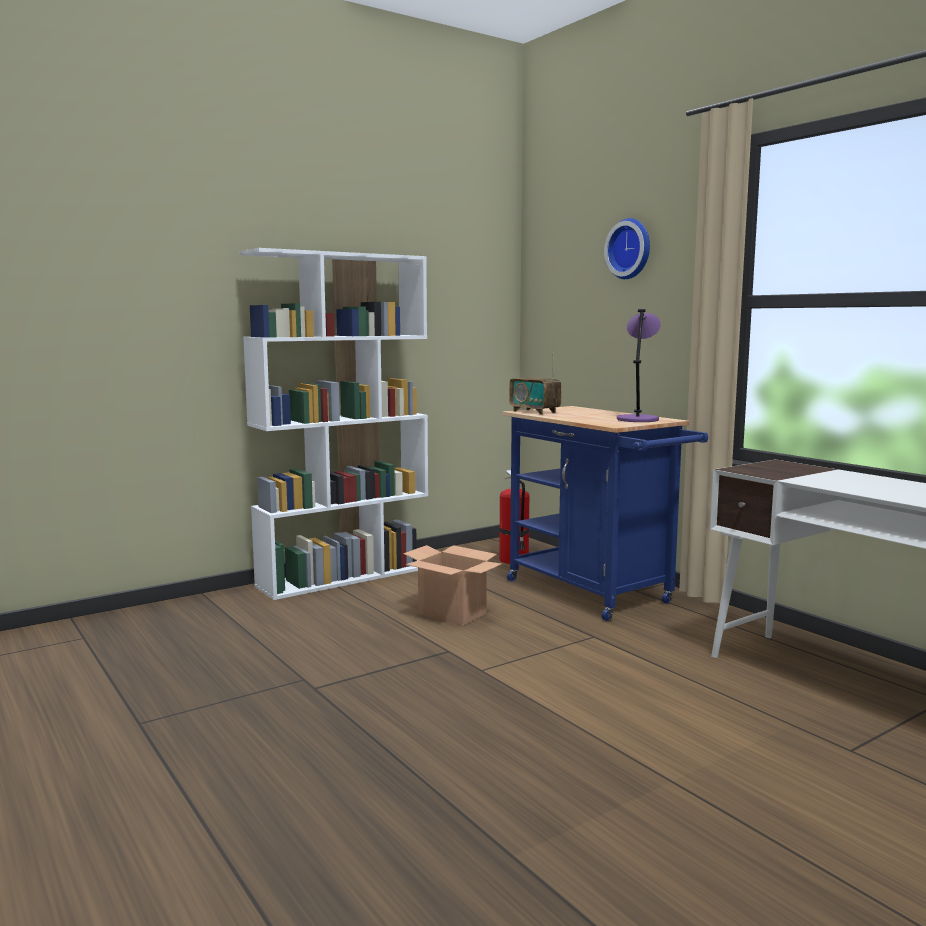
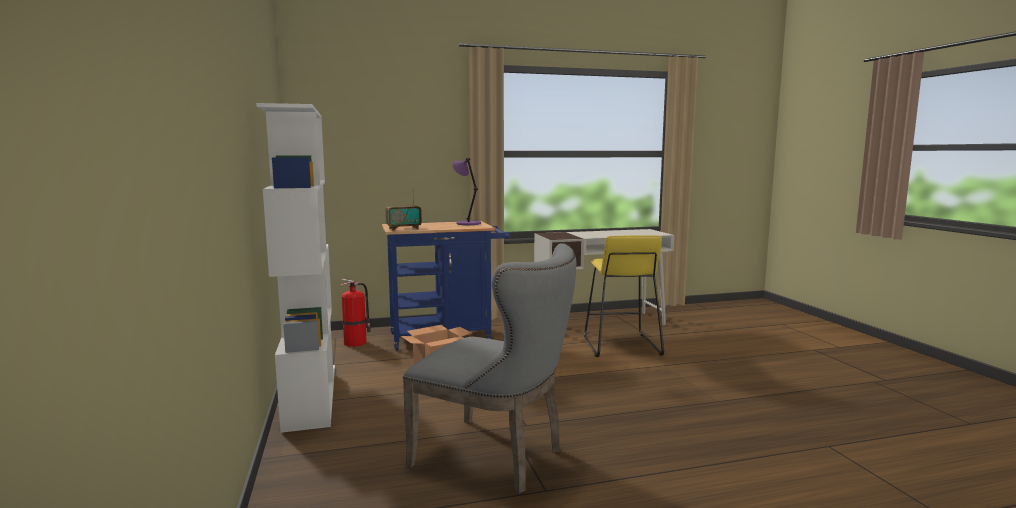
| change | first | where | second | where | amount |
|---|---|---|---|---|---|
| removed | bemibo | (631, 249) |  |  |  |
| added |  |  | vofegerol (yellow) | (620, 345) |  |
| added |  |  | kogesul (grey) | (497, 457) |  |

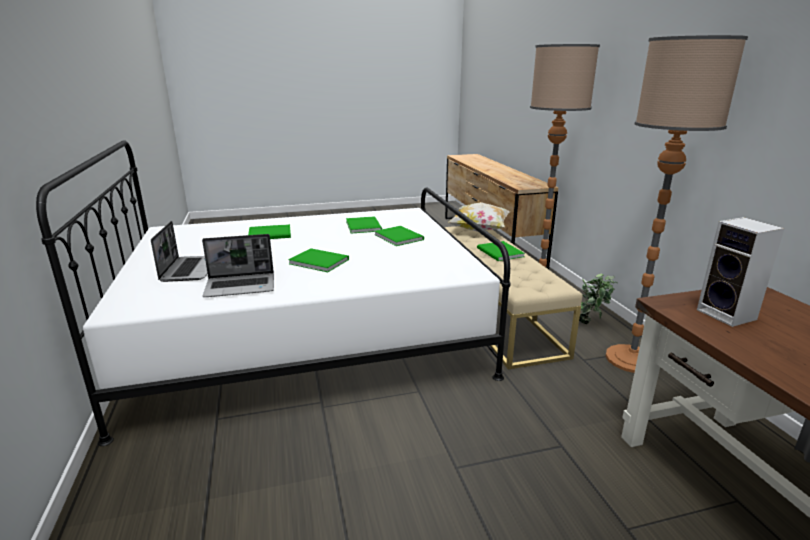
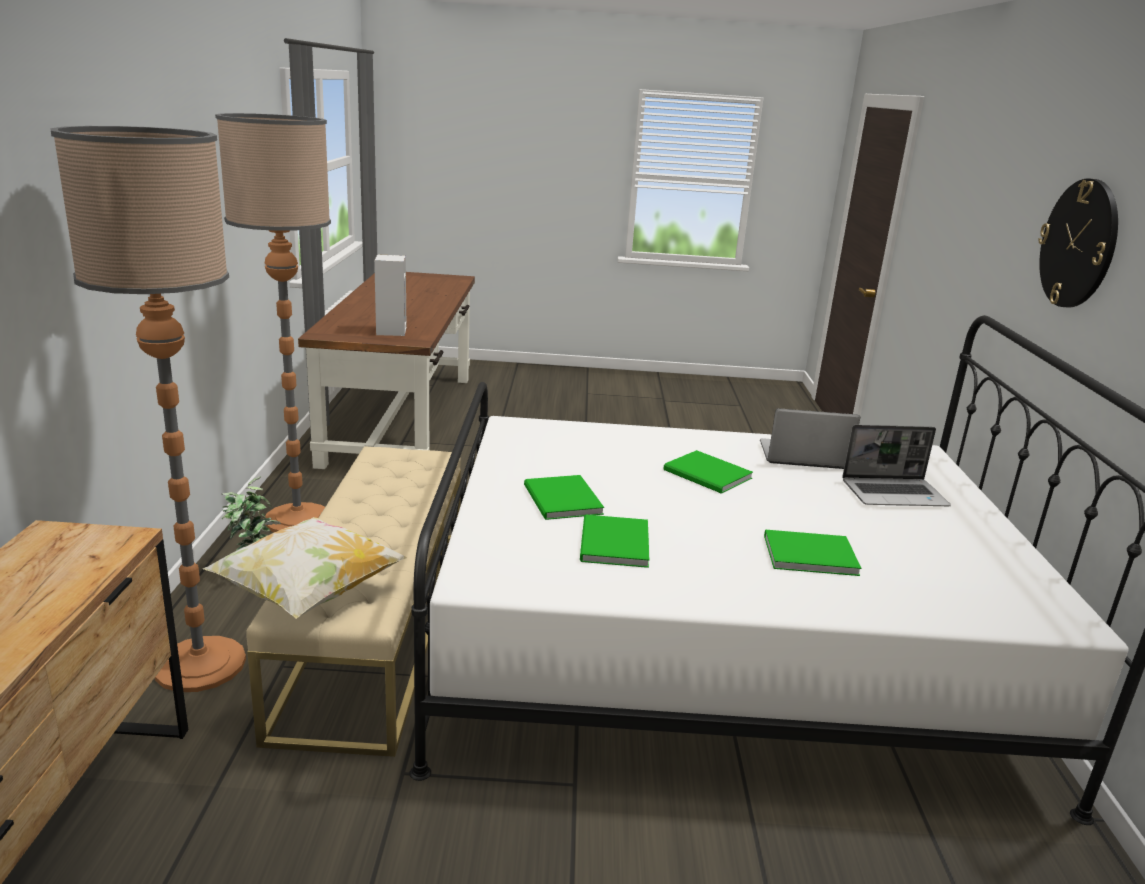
| change | first | where | second | where | amount |
|---|---|---|---|---|---|
| turned | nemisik | (189, 269) |  | (894, 494) | 105 degrees counterclockwise |
| removed | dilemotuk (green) | (500, 253) |  |  |  |
| added |  |  | bemibo | (1079, 244) |  |

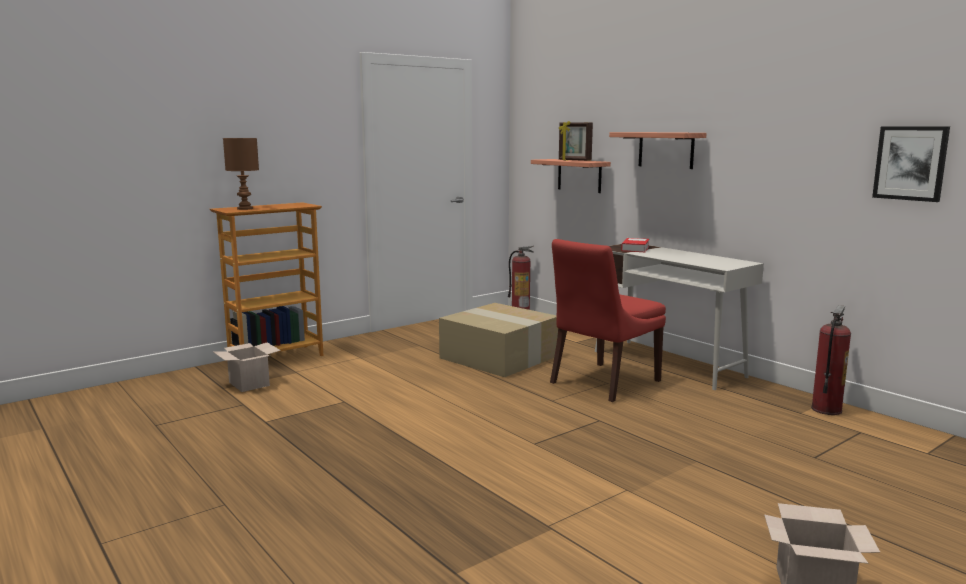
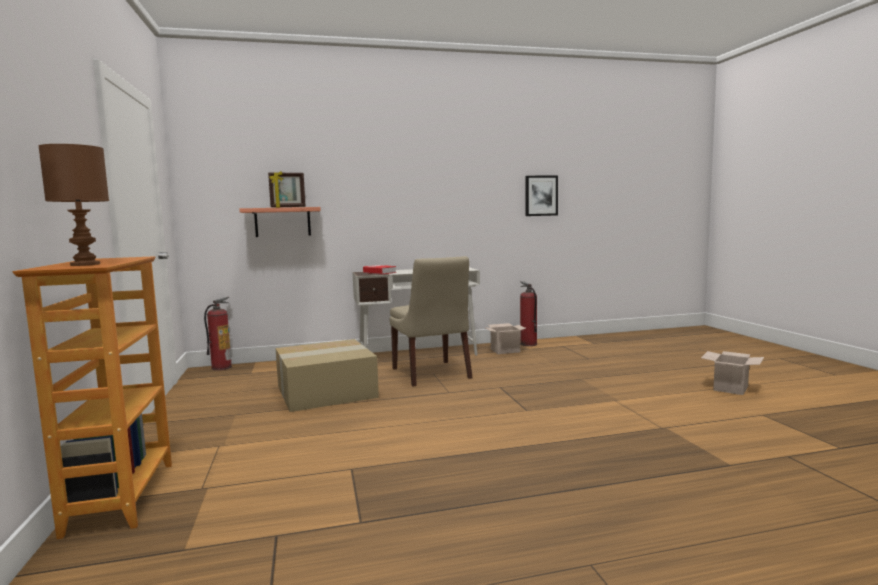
| change | first | where | second | where | amount |
|---|---|---|---|---|---|
| removed | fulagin | (666, 150) |  |  |  |
| recoloured | kogesul (red) | (602, 383) | kogesul (beige) | (432, 374) |  |
| moved | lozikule | (250, 384) |  | (505, 350) |  |

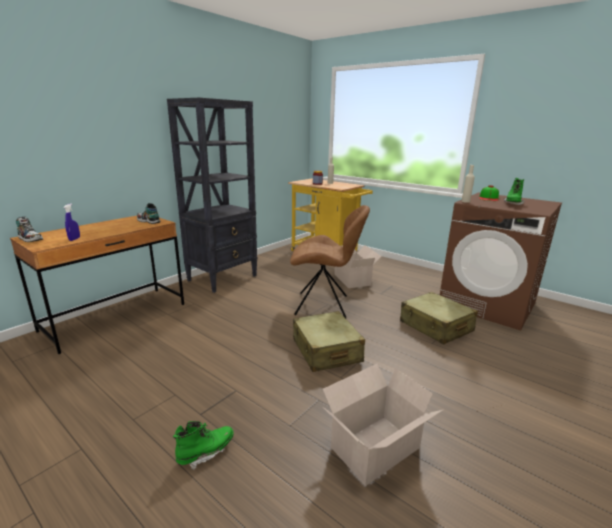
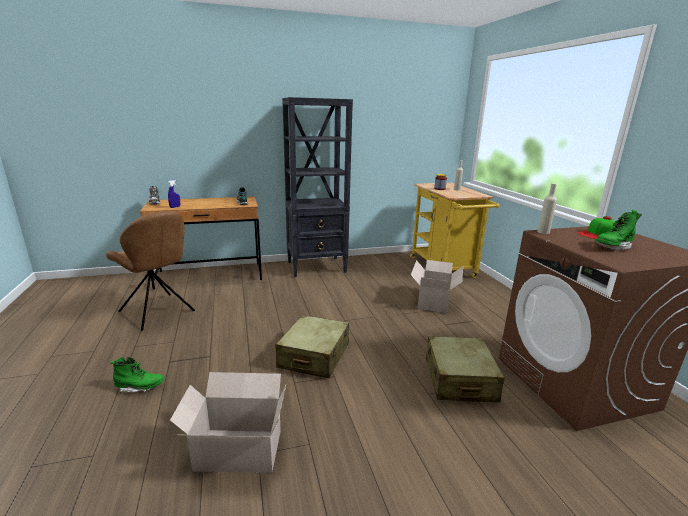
| change | first | where | second | where | amount |
|---|---|---|---|---|---|
| moved | kogesul (brown) | (324, 305) |  | (158, 312) |  |

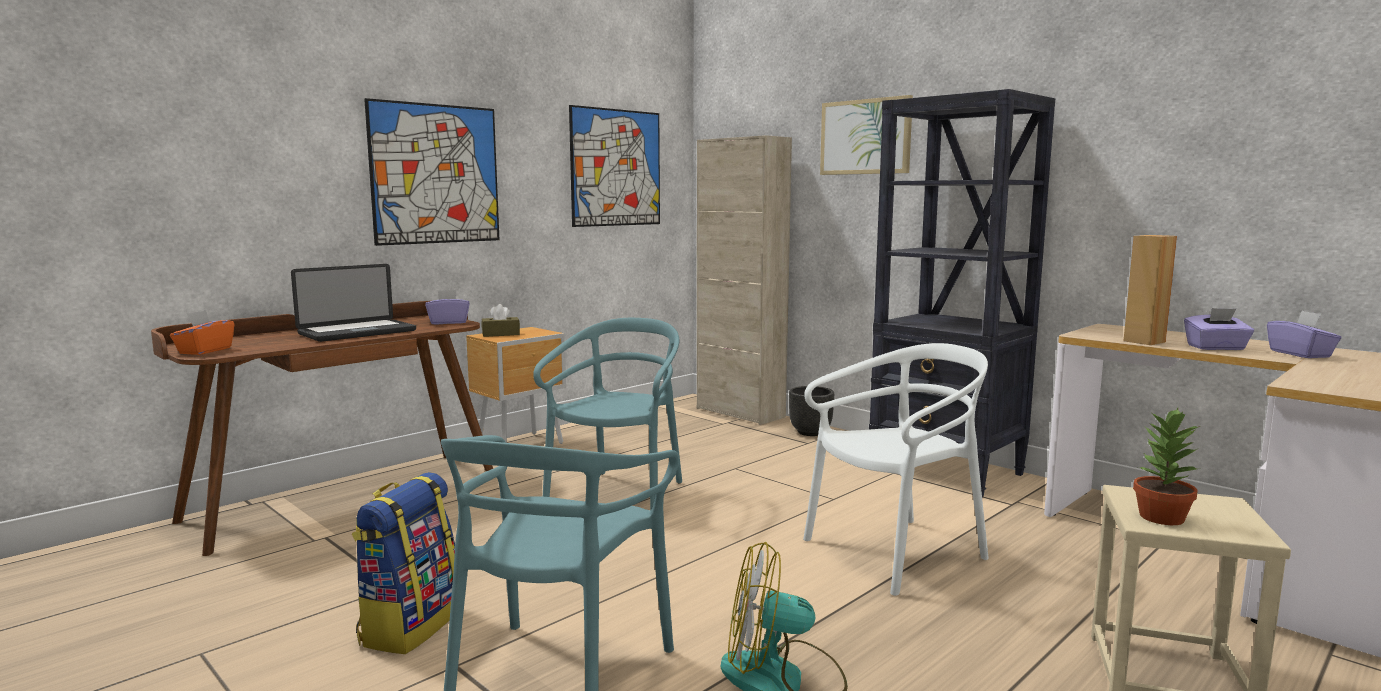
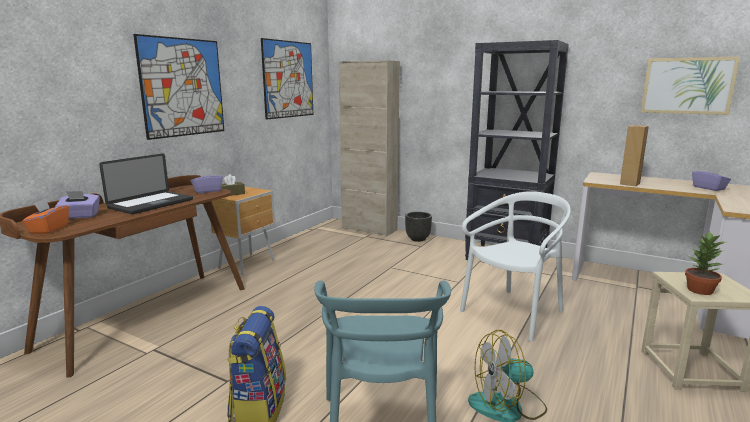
| change | first | where | second | where | amount |
|---|---|---|---|---|---|
| moved | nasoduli | (865, 137) |  | (687, 85) |  |
| moved | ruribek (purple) | (1216, 348) |  | (80, 216) |  |
| removed | kogesul (turquoise) | (619, 496) |  |  |  |

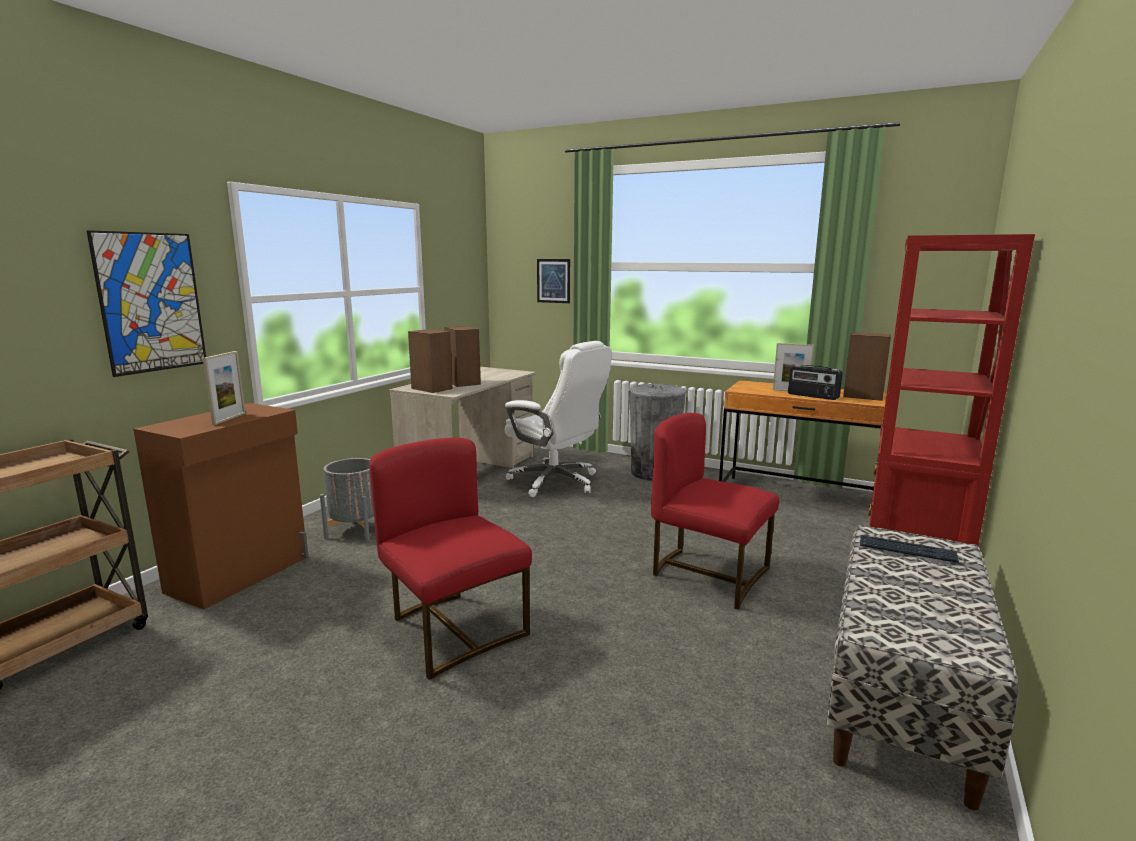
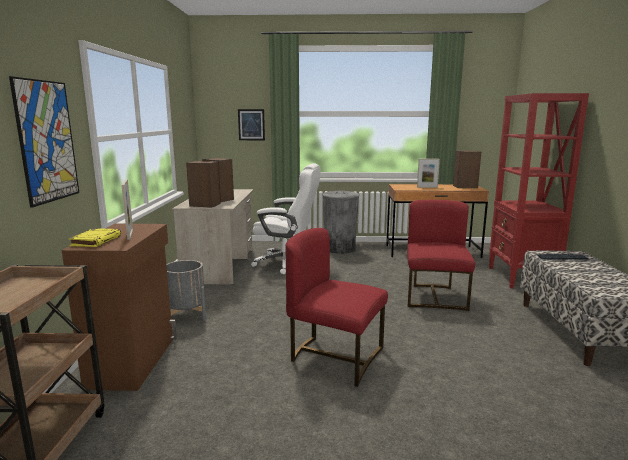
| change | first | where | second | where | amount |
|---|---|---|---|---|---|
| removed | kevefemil | (812, 396) |  |  |  |
| turned | kogesul (red) | (708, 574) |  | (435, 297) | 90 degrees clockwise |
| added |  |  | dilemotuk (yellow) | (96, 241) |  |

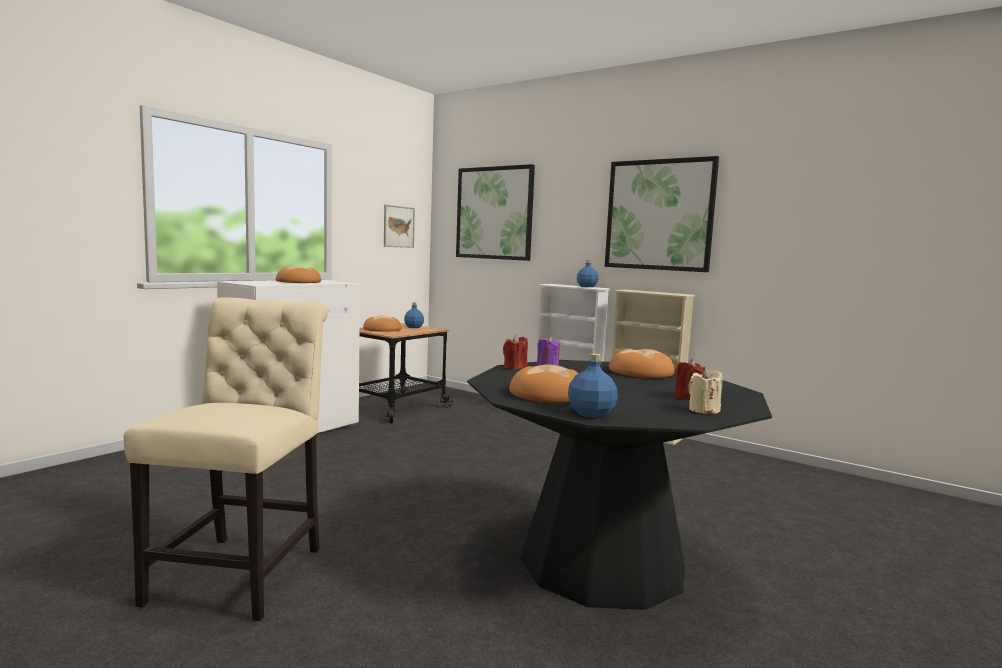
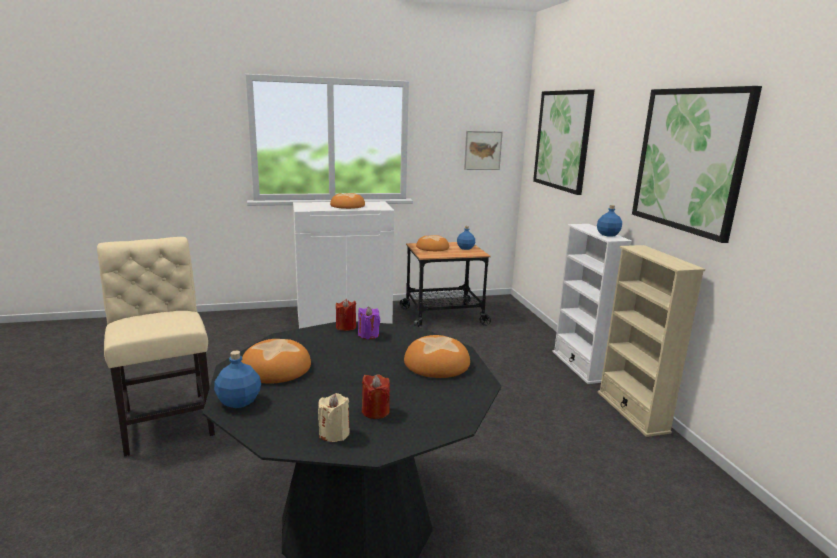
| change | first | where | second | where | amount |
|---|---|---|---|---|---|
| turned | kogesul (beige) | (243, 571) |  | (167, 419) | 75 degrees counterclockwise |

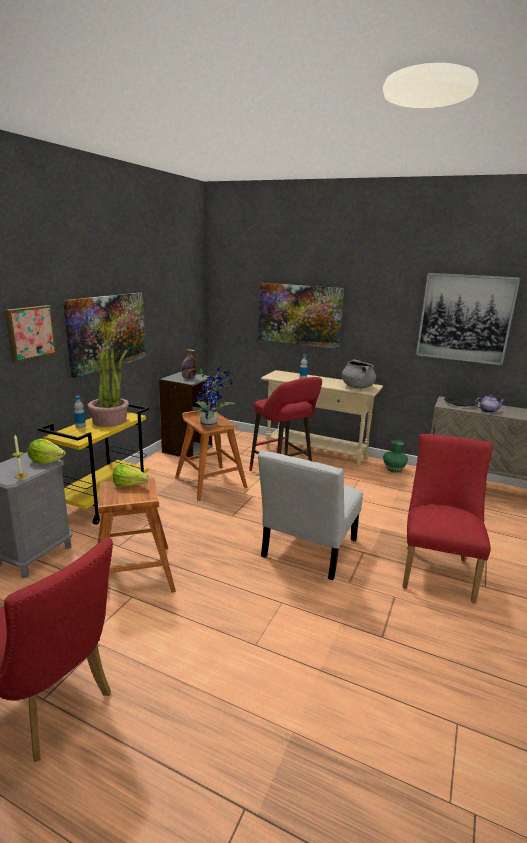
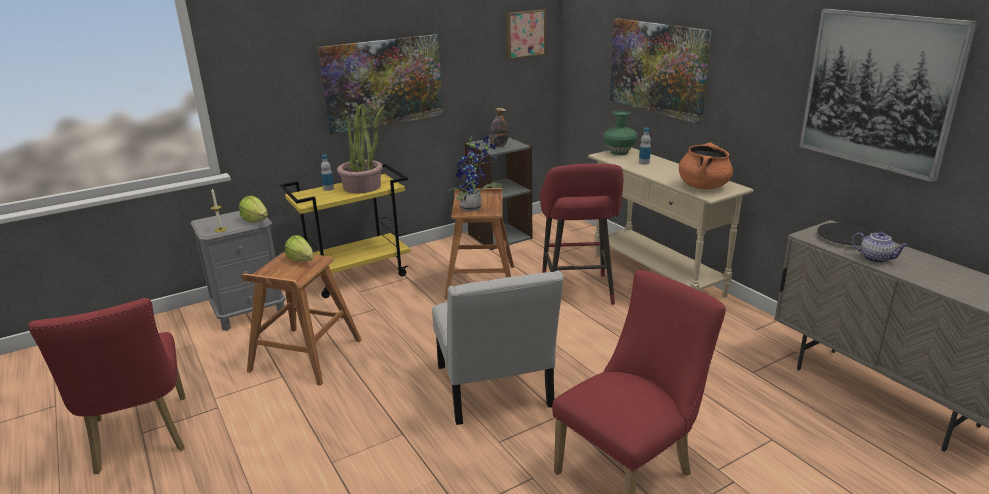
| change | first | where | second | where | amount |
|---|---|---|---|---|---|
| moved | nasoduli | (29, 332) |  | (524, 33) |  |
| recoloured | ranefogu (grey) | (357, 387) | ranefogu (orange) | (703, 186) |  |
| moved | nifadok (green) | (393, 469) |  | (619, 152) |  |
| turned | kogesul (white) | (307, 551) |  | (494, 391) | 75 degrees counterclockwise |

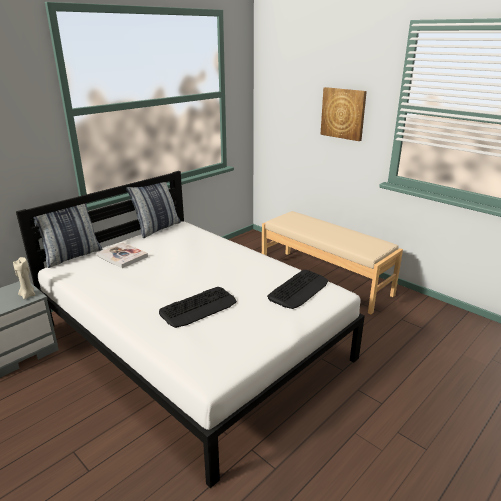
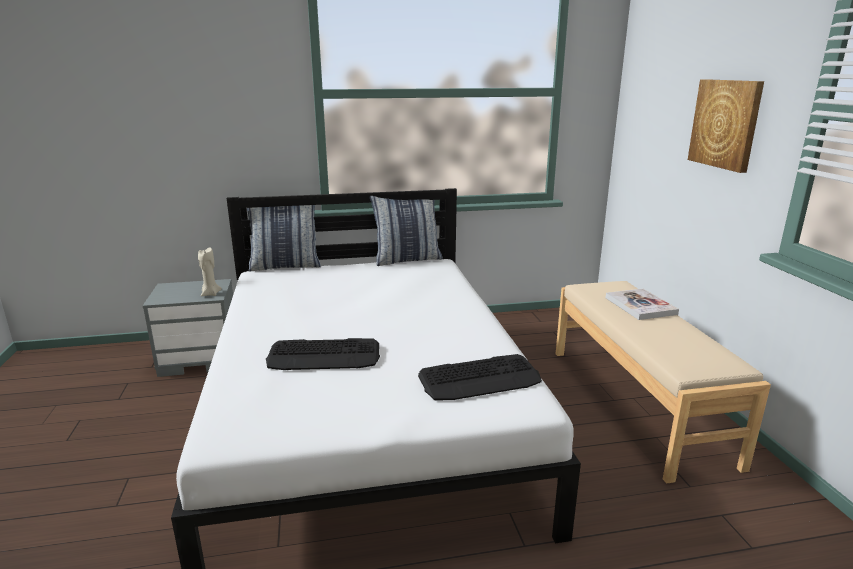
| change | first | where | second | where | amount |
|---|---|---|---|---|---|
| moved | dilemotuk | (122, 256) |  | (640, 306) |  |

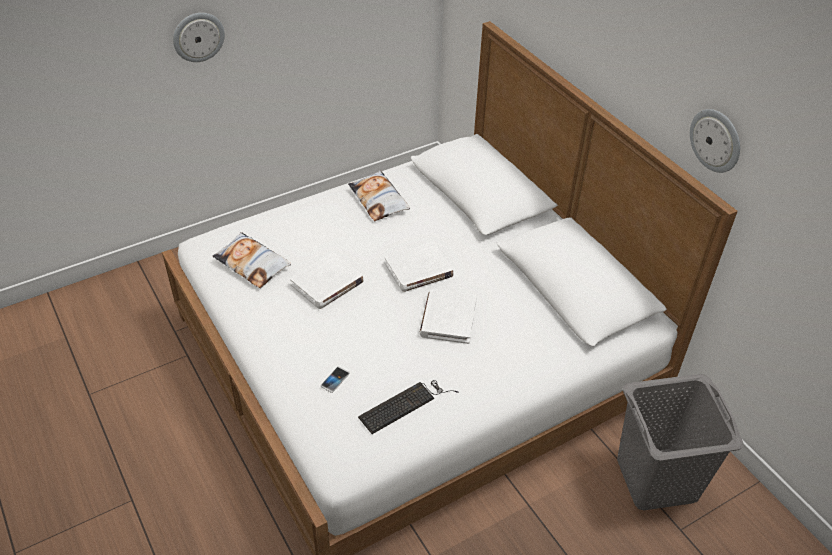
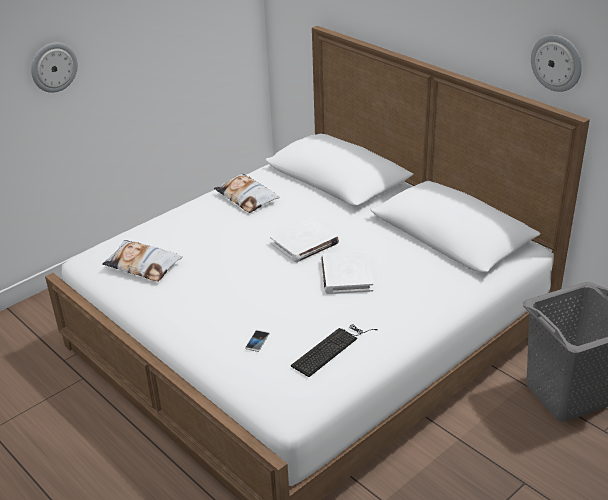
| change | first | where | second | where | amount |
|---|---|---|---|---|---|
| removed | dilemotuk (white) | (327, 284) |  |  |  |

